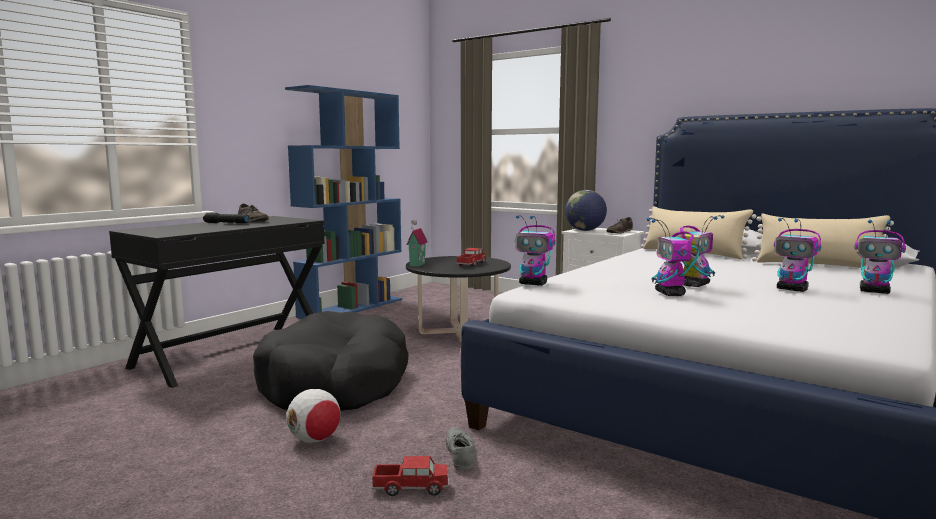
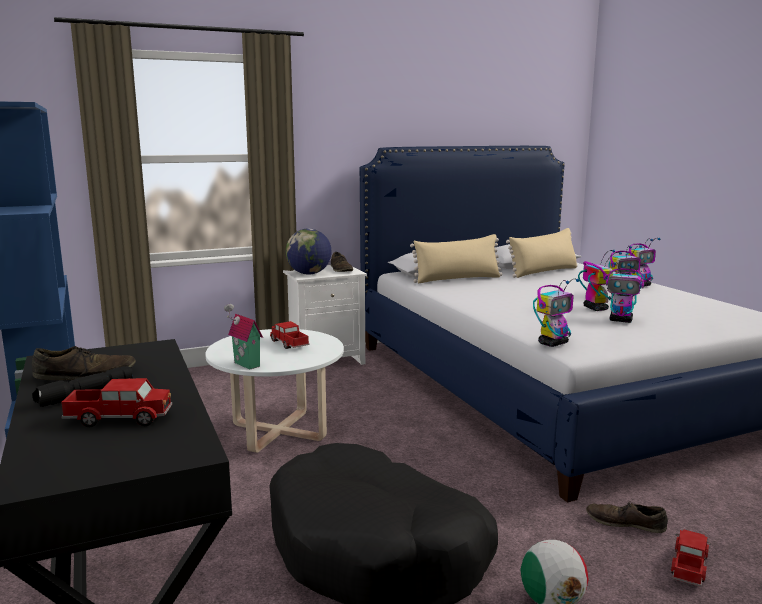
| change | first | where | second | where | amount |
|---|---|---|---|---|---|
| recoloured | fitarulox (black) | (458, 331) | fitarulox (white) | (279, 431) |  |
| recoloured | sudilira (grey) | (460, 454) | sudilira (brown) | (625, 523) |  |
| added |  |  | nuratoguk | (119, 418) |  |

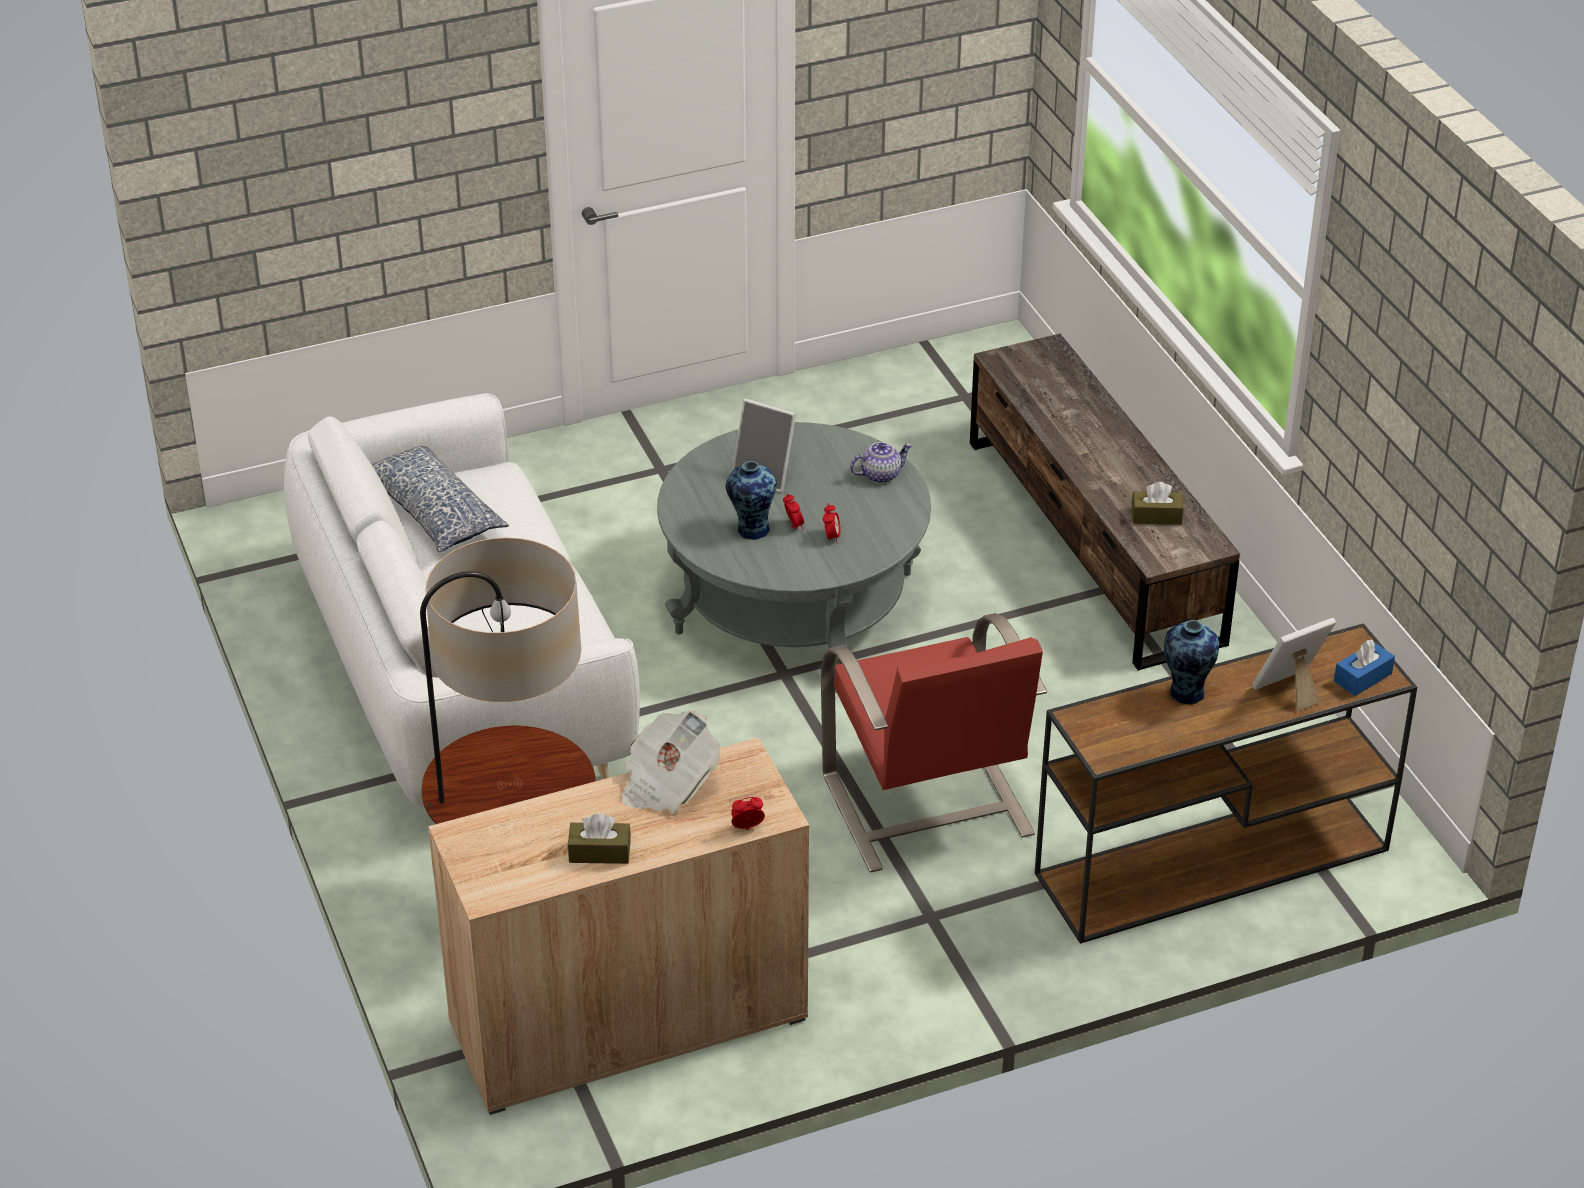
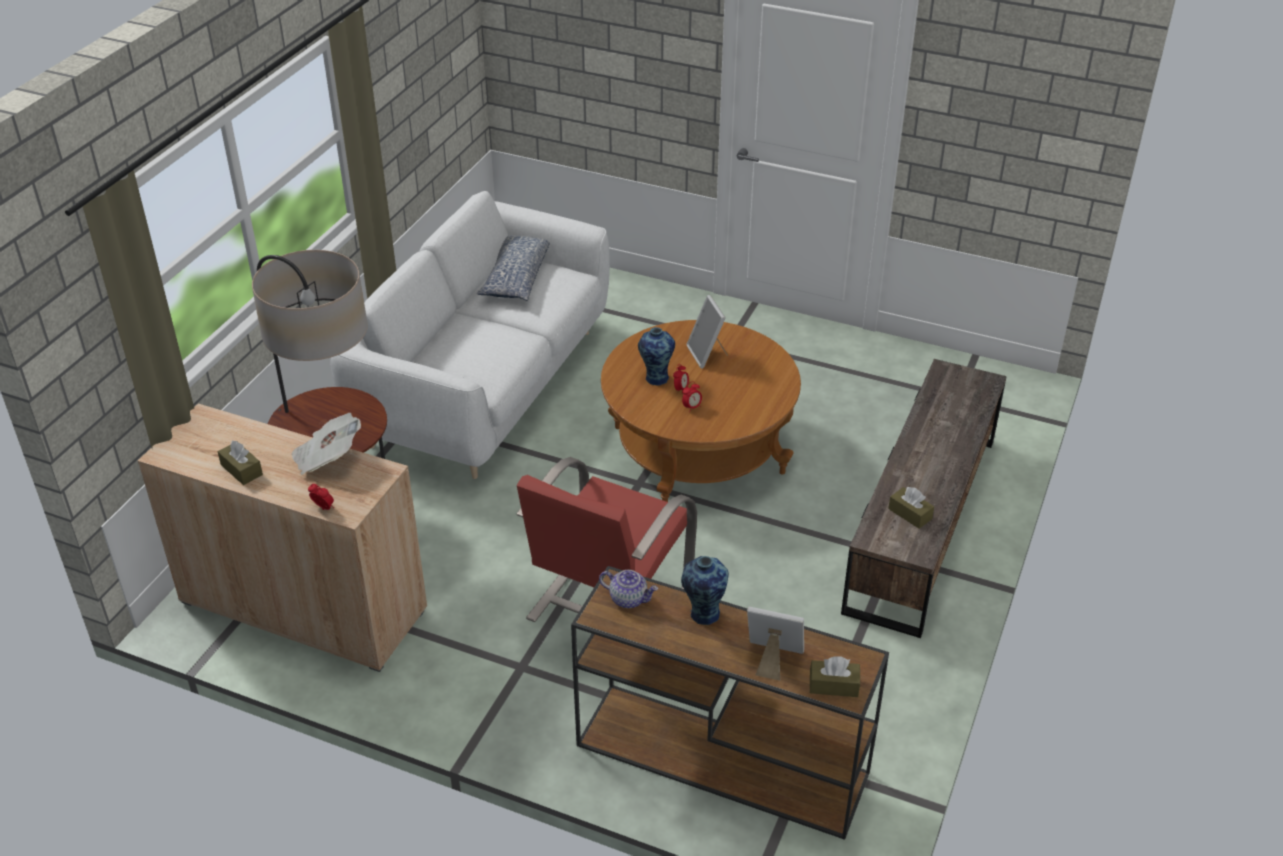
| change | first | where | second | where | amount |
|---|---|---|---|---|---|
| recoloured | fitarulox (grey) | (793, 603) | fitarulox (brown) | (698, 450) |  |
| moved | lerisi | (880, 474) |  | (629, 599) |  |
| recoloured | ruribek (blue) | (1362, 677) | ruribek (brown) | (833, 685) |  |

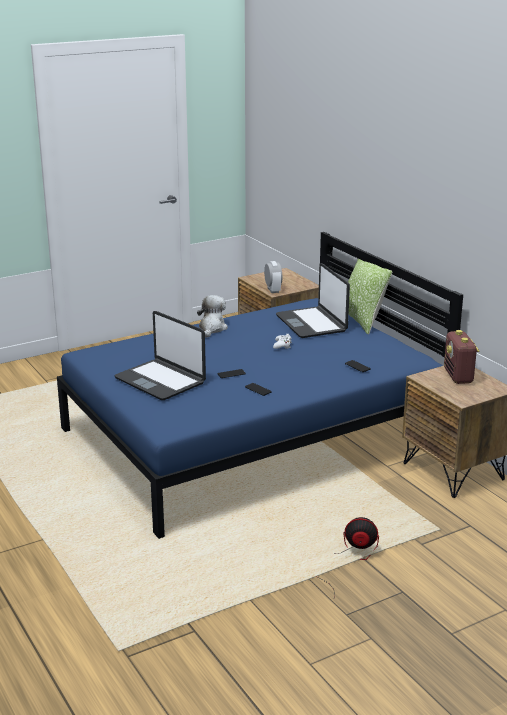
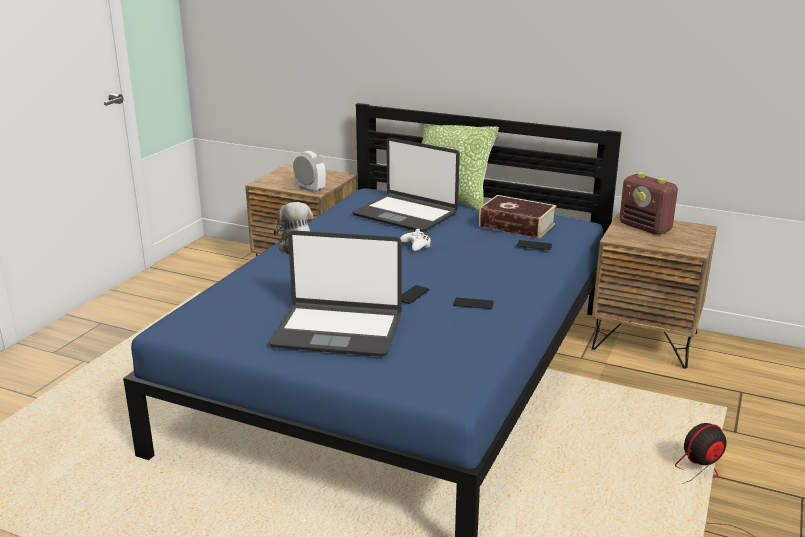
| change | first | where | second | where | amount |
|---|---|---|---|---|---|
| added |  |  | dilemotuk | (516, 225) |  |

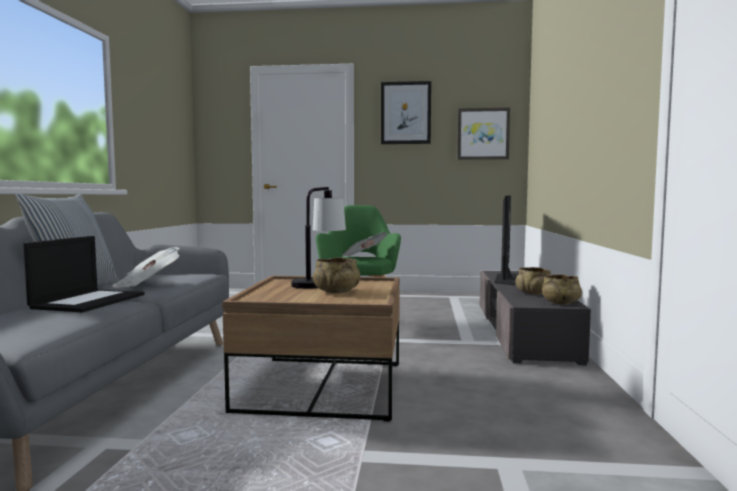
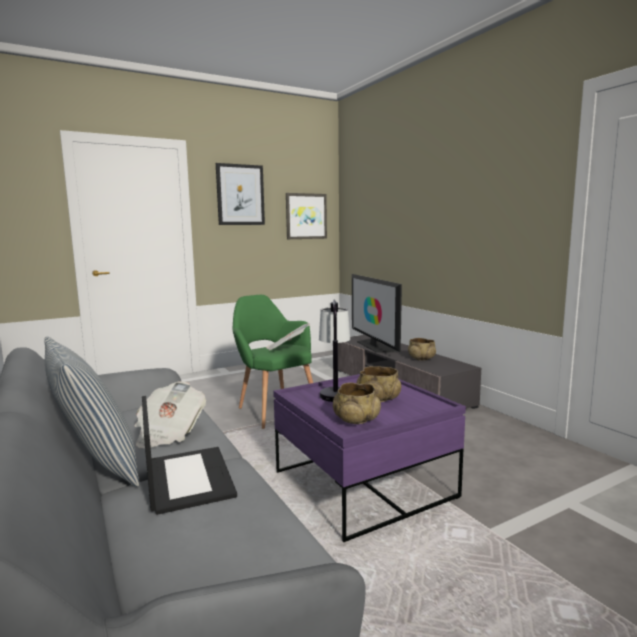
| change | first | where | second | where | amount |
|---|---|---|---|---|---|
| moved | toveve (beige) | (560, 303) |  | (356, 420) |  |
| recoloured | fitarulox (brown) | (322, 386) | fitarulox (purple) | (363, 484) |  |

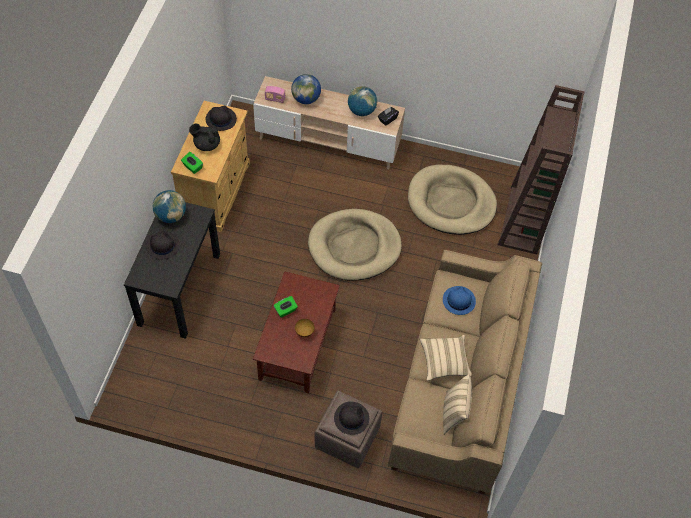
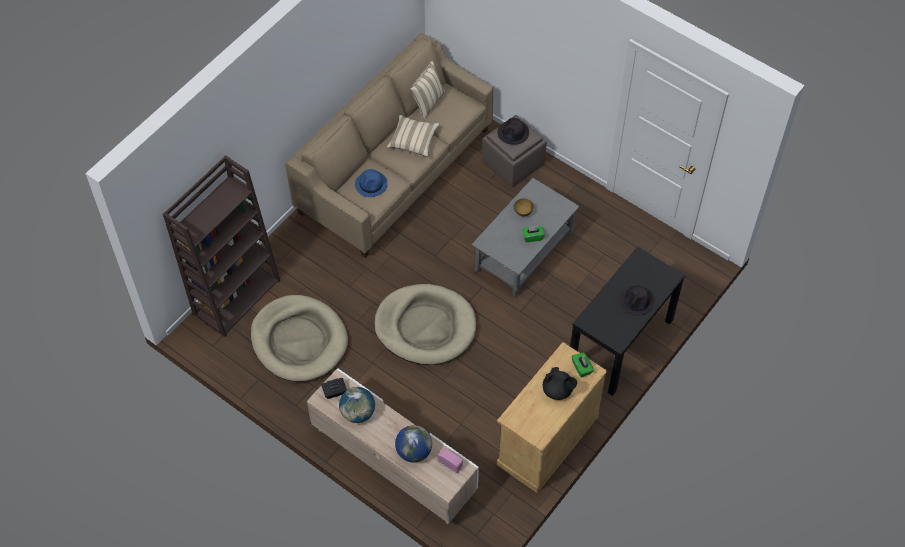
| change | first | where | second | where | amount |
|---|---|---|---|---|---|
| removed | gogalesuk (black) | (220, 119) |  |  |  |
| removed | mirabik | (171, 216) |  |  |  |
| recoloured | fitarulox (brown) | (297, 345) | fitarulox (grey) | (524, 251) |  |

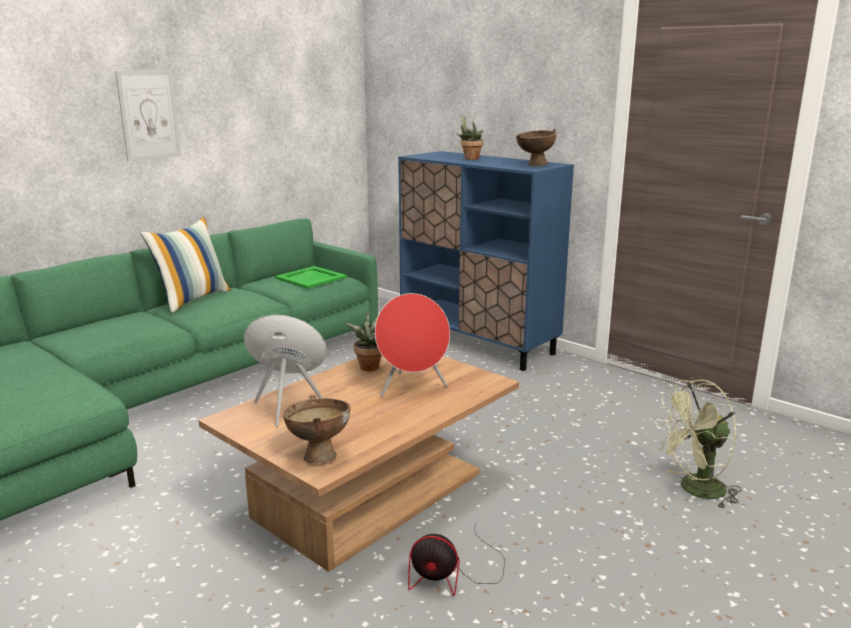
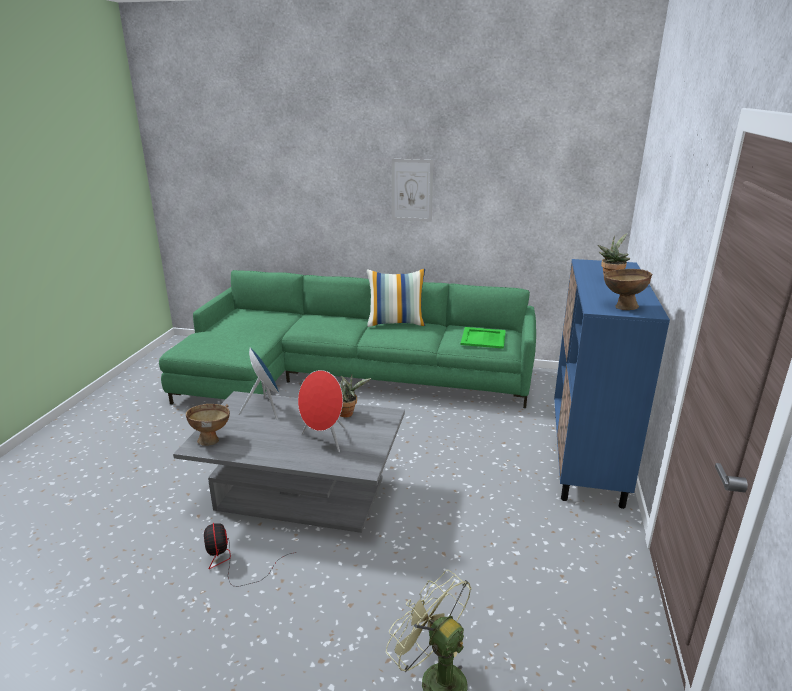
| change | first | where | second | where | amount |
|---|---|---|---|---|---|
| recoloured | fitarulox (brown) | (370, 494) | fitarulox (grey) | (301, 494) |  |

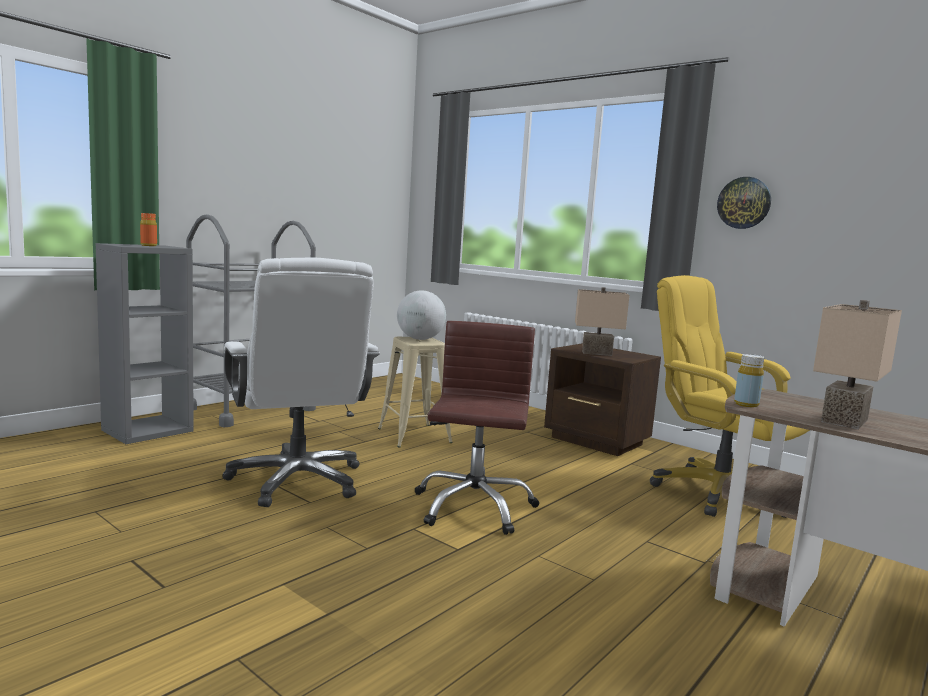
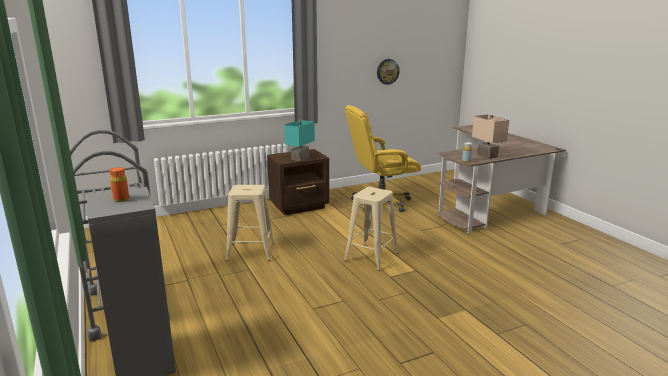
| change | first | where | second | where | amount |
|---|---|---|---|---|---|
| moved | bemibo | (744, 203) |  | (387, 71) |  |
| removed | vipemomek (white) | (297, 481) |  |  |  |
| recoloured | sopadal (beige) | (597, 353) | sopadal (turquoise) | (299, 158) |  |
| removed | mirabik | (420, 339) |  |  |  |
| replaced | vipemomek (brown) | (473, 507) | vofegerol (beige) | (371, 257) |  |

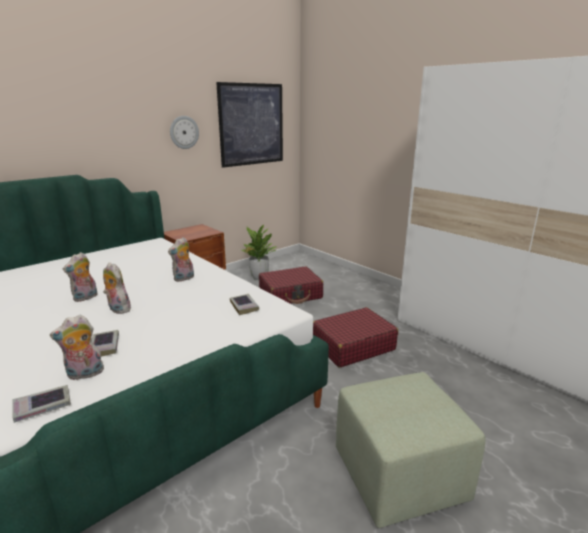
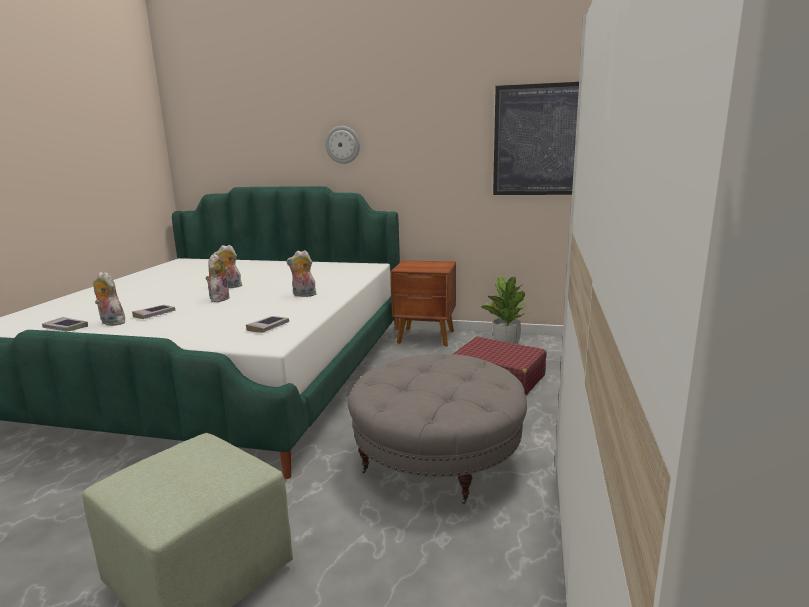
| change | first | where | second | where | amount |
|---|---|---|---|---|---|
| moved | bemibo | (184, 132) |  | (343, 144) |  |
| replaced | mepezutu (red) | (352, 346) | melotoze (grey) | (437, 457) |  |

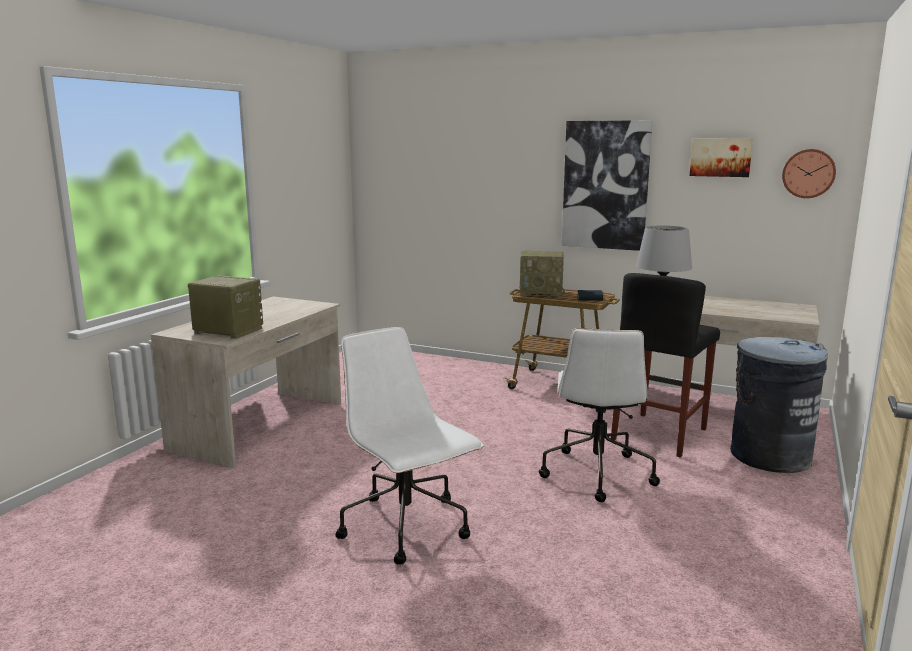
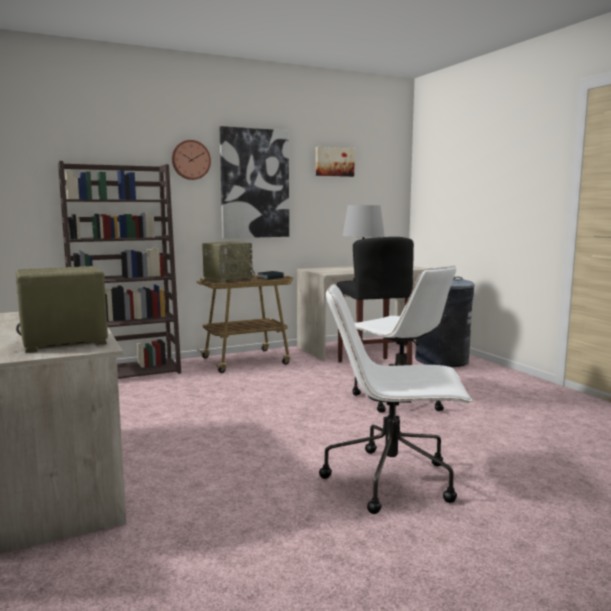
| change | first | where | second | where | amount |
|---|---|---|---|---|---|
| moved | bemibo | (808, 173) |  | (190, 160) |  |
| added |  |  | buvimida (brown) | (128, 372) |  |

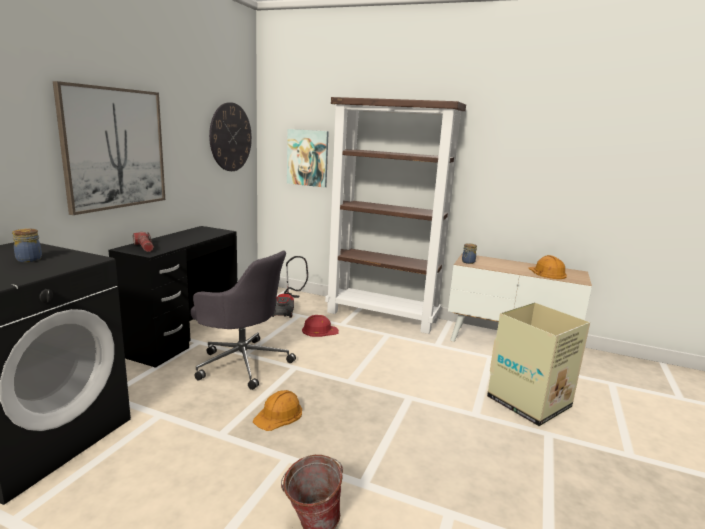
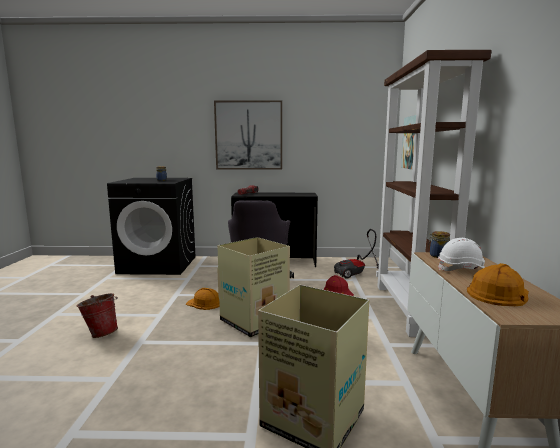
| change | first | where | second | where | amount |
|---|---|---|---|---|---|
| removed | bemibo | (230, 137) |  |  |  |
| added |  |  | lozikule | (255, 321) |  |
| added |  |  | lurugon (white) | (462, 269) |  |

